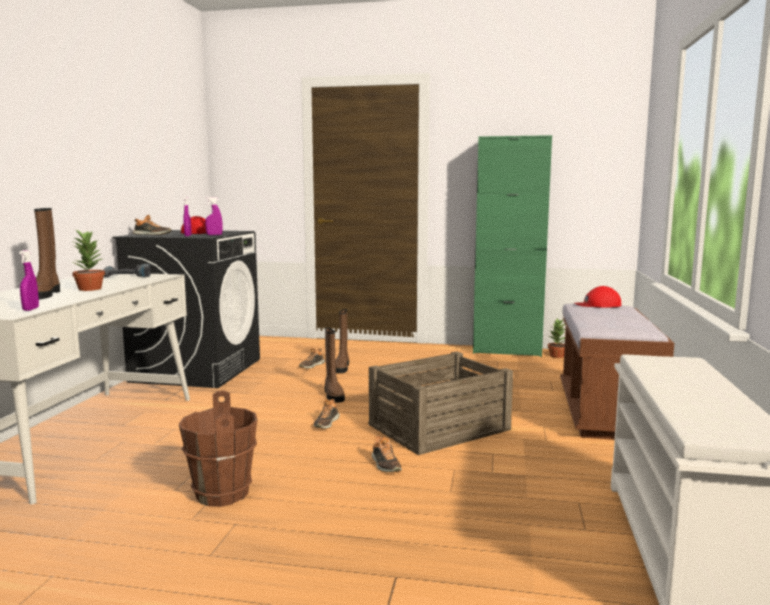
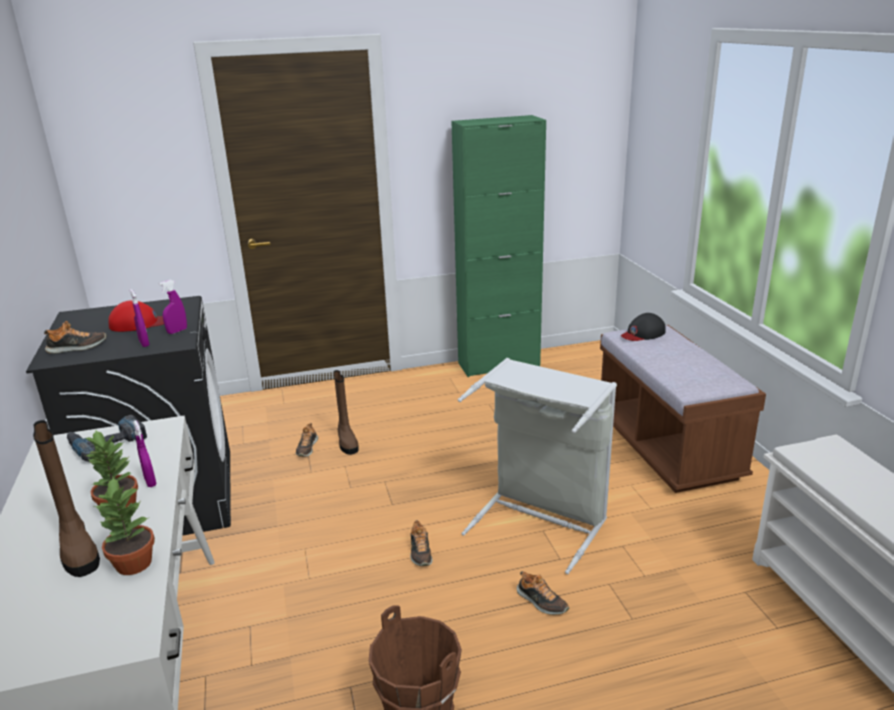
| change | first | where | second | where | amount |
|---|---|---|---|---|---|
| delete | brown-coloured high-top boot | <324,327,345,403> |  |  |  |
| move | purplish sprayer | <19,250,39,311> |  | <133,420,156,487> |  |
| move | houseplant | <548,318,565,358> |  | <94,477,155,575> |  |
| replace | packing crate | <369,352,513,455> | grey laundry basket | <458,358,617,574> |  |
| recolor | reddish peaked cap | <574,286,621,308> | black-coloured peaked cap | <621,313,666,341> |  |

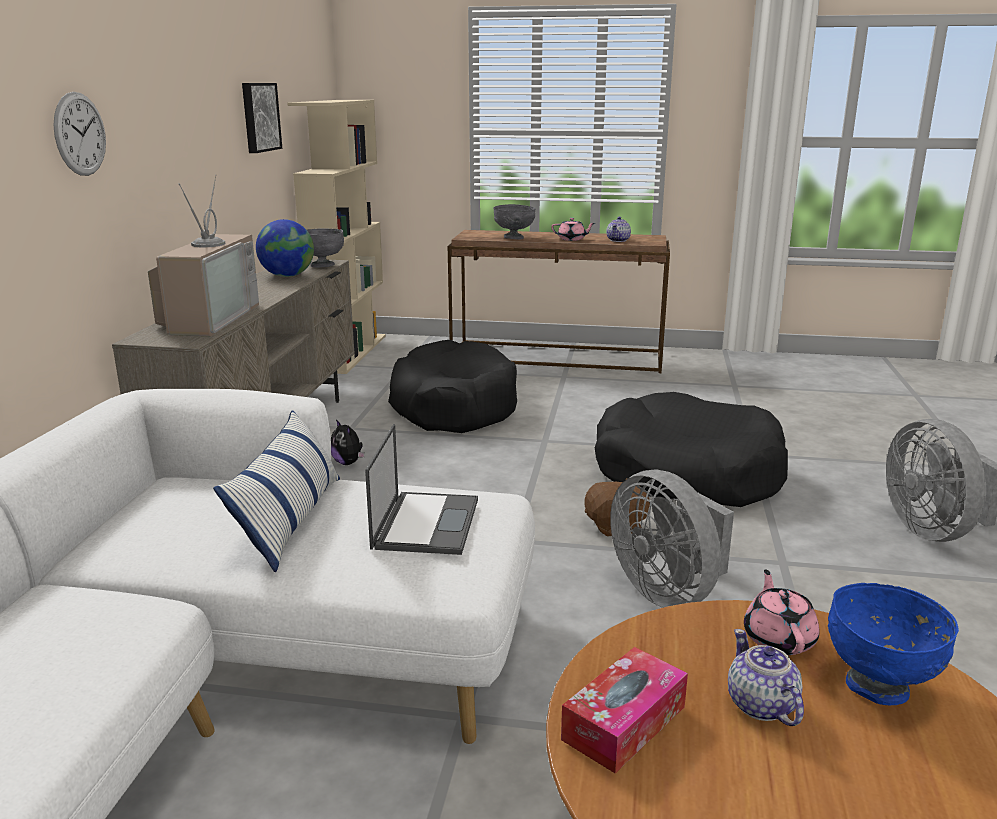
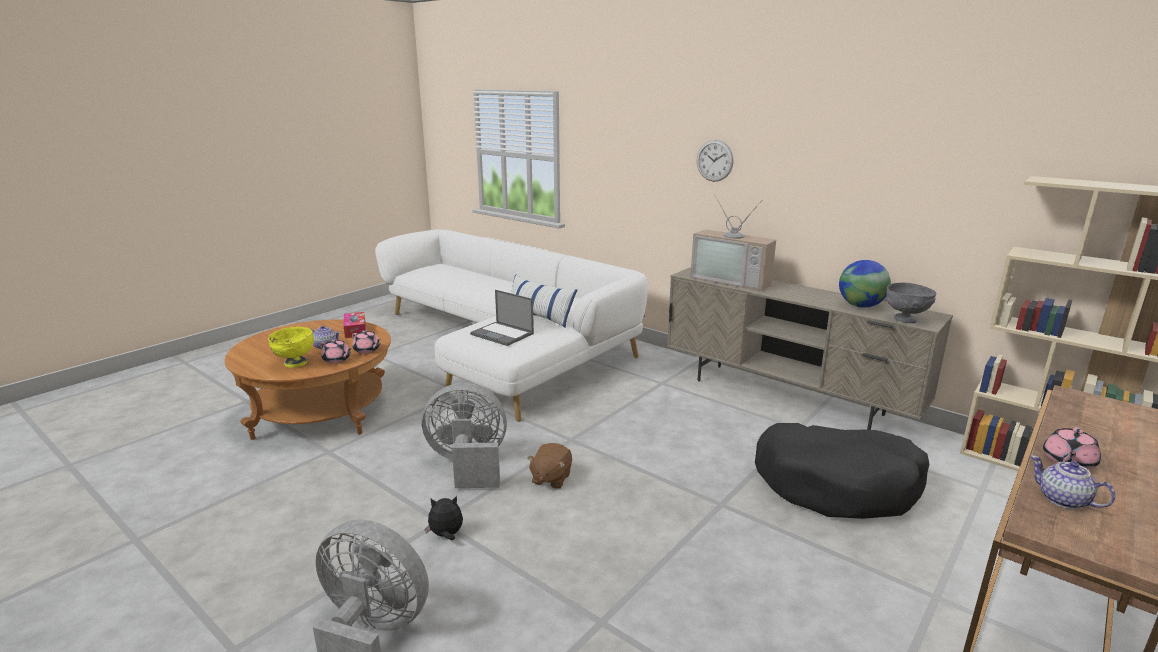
| change | first | where | second | where | amount |
|---|---|---|---|---|---|
| delete | wall picture | <242,83,282,153> |  |  |  |
| delete | grey deep dish | <493,204,536,239> |  |  |  |
| delete | black-coloured dog bed | <595,392,788,507> |  |  |  |
| insert |  |  | pinkish teapot | <352,330,381,354> |  |
| move | plush toy | <331,419,365,465> |  | <425,496,463,540> |  |
| recolor | bluish deep dish | <828,583,959,705> | yellow-coloured deep dish | <268,327,314,368> |  |

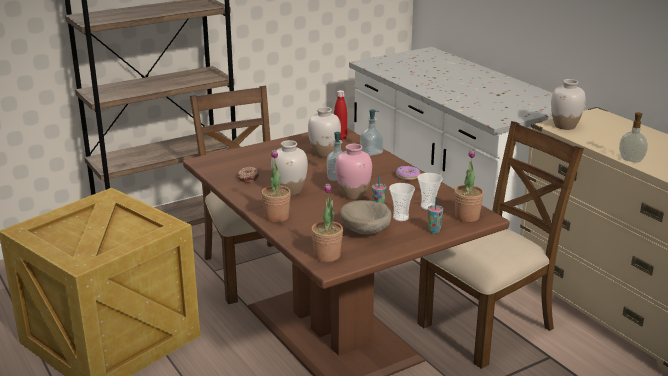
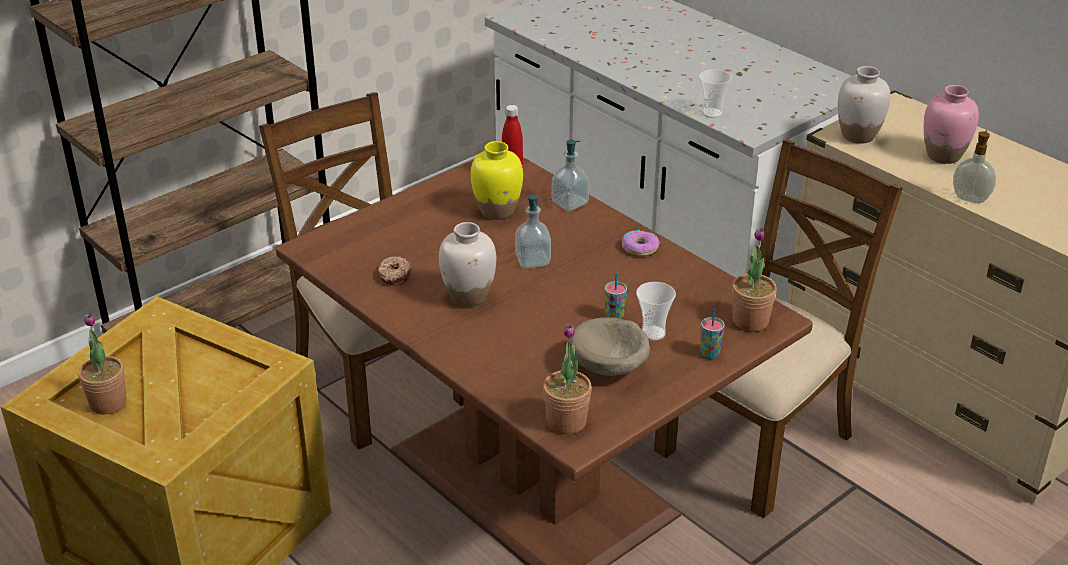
| change | first | where | second | where | amount |
|---|---|---|---|---|---|
| move | houseplant | <261,150,291,223> |  | <78,313,127,415> |  |
| move | pinkish decorative vase | <335,144,372,200> |  | <924,85,979,164> |  |
| move | drinking cup | <417,173,443,210> |  | <699,69,732,118> |  |
| recolor | white decorative vase | <308,107,341,157> | yellow-coloured decorative vase | <471,141,523,220> |  |

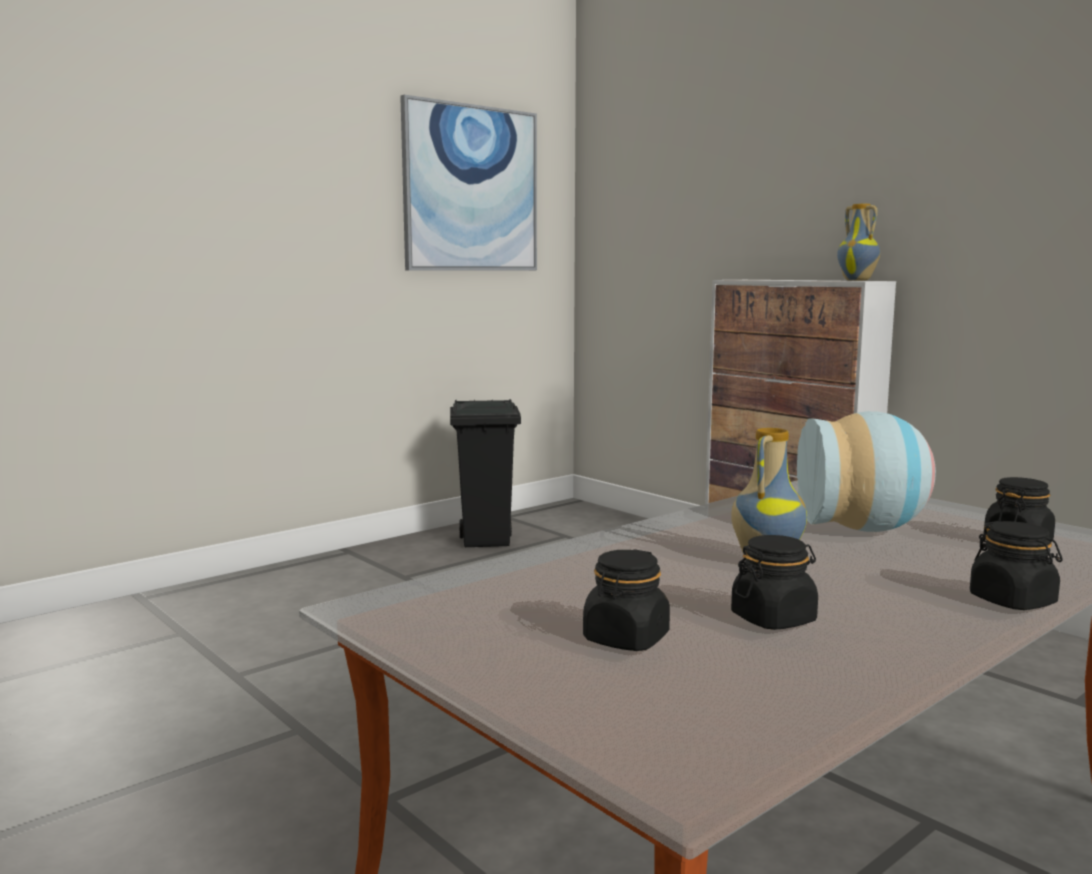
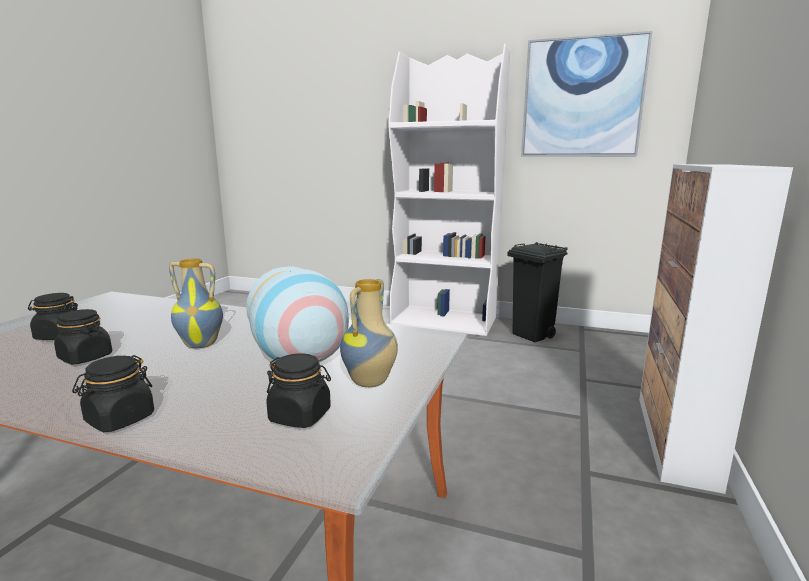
| change | first | where | second | where | amount |
|---|---|---|---|---|---|
| insert |  |  | white bookcase | <389,44,510,336> |  |
| move | decorative vase | <837,204,880,281> |  | <340,279,398,387> |  |

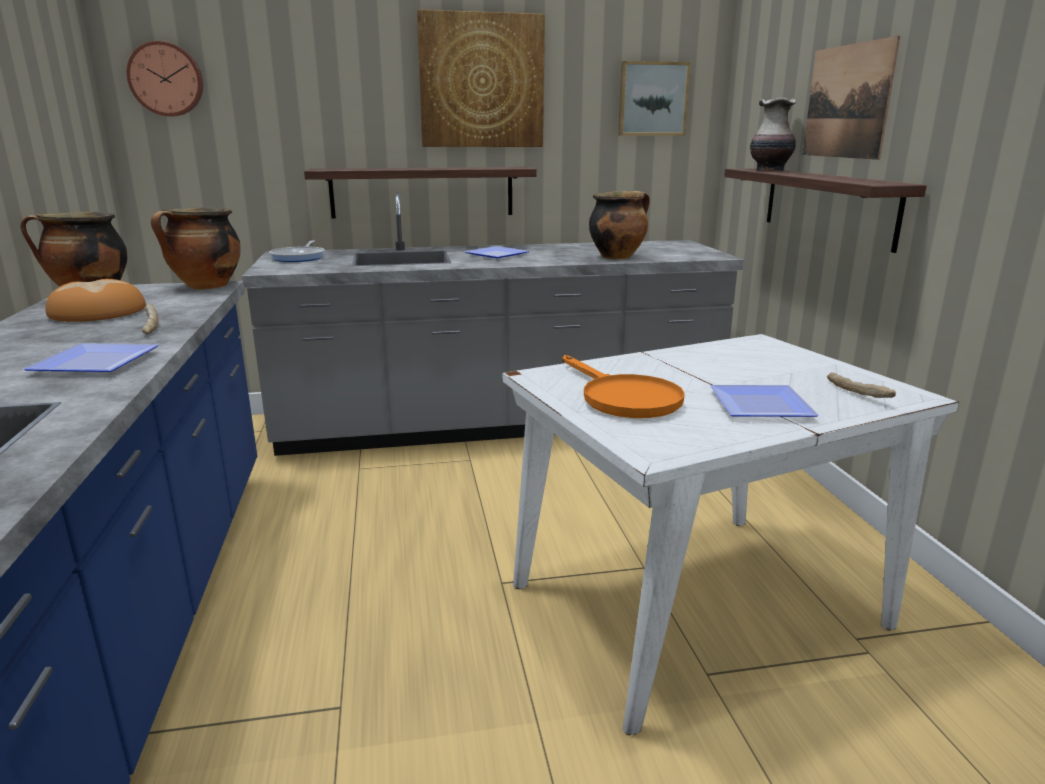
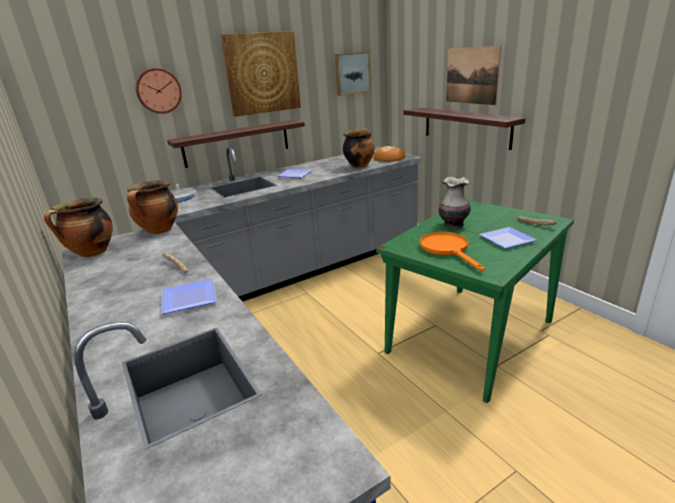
| change | first | where | second | where | amount |
|---|---|---|---|---|---|
| move | baked bread | <46,279,146,322> |  | <374,146,405,162> |  |
| move | wall clock | <126,41,203,116> |  | <136,68,182,114> |  |
| move | decorative vase | <750,98,796,171> |  | <439,177,471,228> |  |
| recolor | white kitchen table | <503,334,959,735> | green kitchen table | <376,200,574,403> |  |
| rotate | orange-coloured skillet | <562,355,685,418> |  | <420,232,485,271> | 150 degrees counterclockwise |

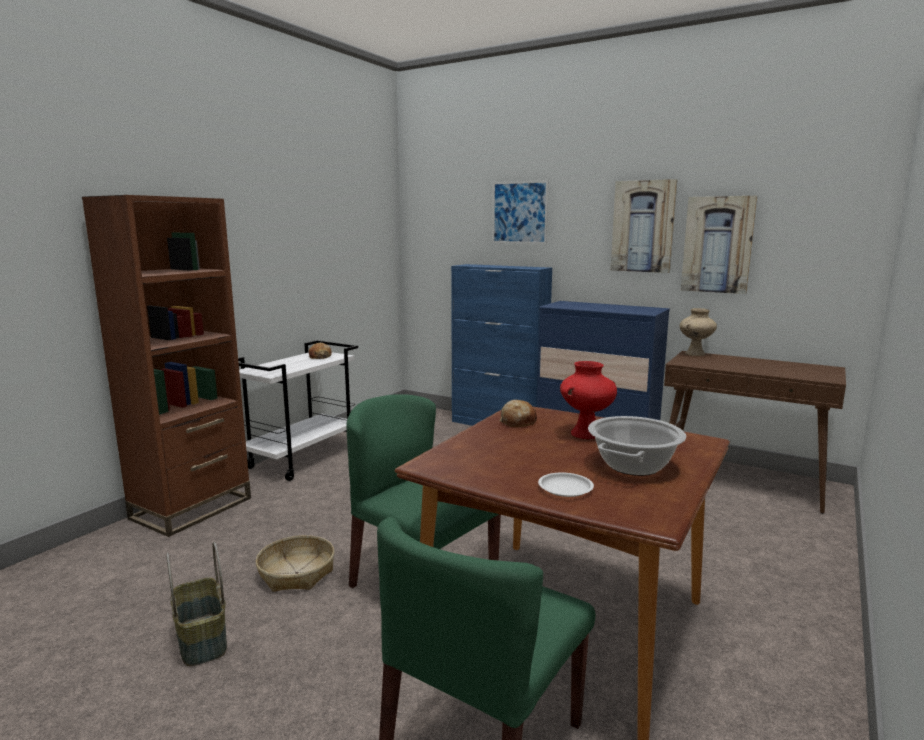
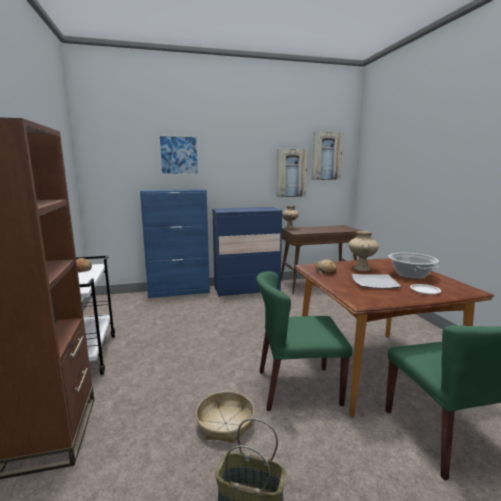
| change | first | where | second | where | amount |
|---|---|---|---|---|---|
| insert |  |  | dinner plate | <352,274,401,289> |  |
| move | wall picture | <610,179,677,273> |  | <312,132,343,180> |  |
| recolor | reddish decorative vase | <560,361,617,439> | beige decorative vase | <348,231,379,271> |  |

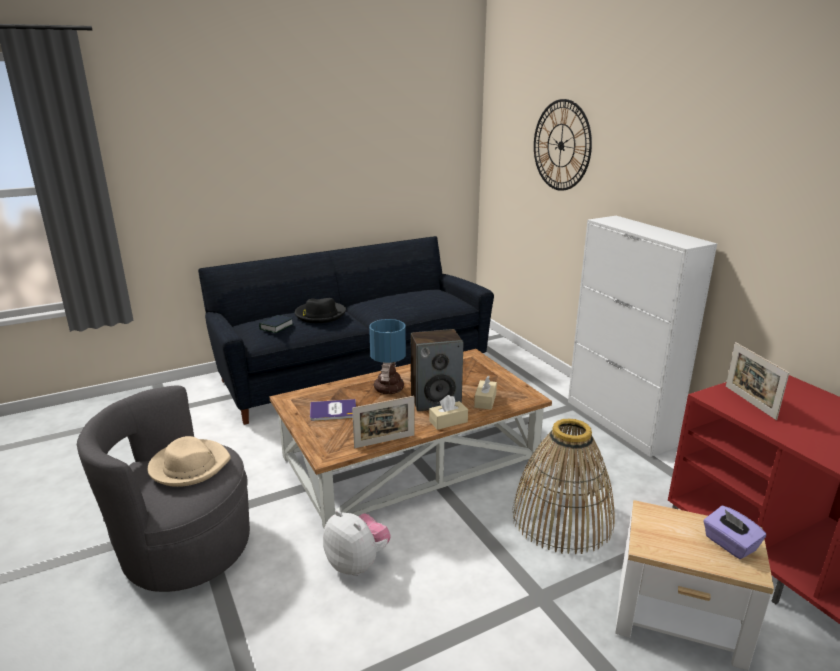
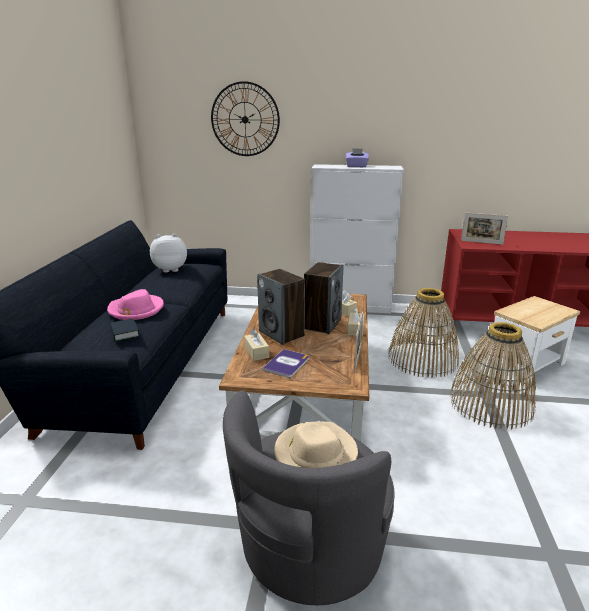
| change | first | where | second | where | amount |
|---|---|---|---|---|---|
| insert |  |  | beige tissue box | <244,329,269,361> |  |
| insert |  |  | household basket | <450,322,536,429> |  |
| move | plush toy | <323,510,391,576> |  | <150,234,187,273> |  |
| move | purplish tissue box | <703,506,766,560> |  | <346,148,369,167> |  |
| replace | lamp for a table | <369,319,406,394> | loudspeaker | <257,269,305,345> |  |
| recolor | black-coloured wearable hat | <295,298,346,323> | pinkish wearable hat | <107,289,164,320> |  |

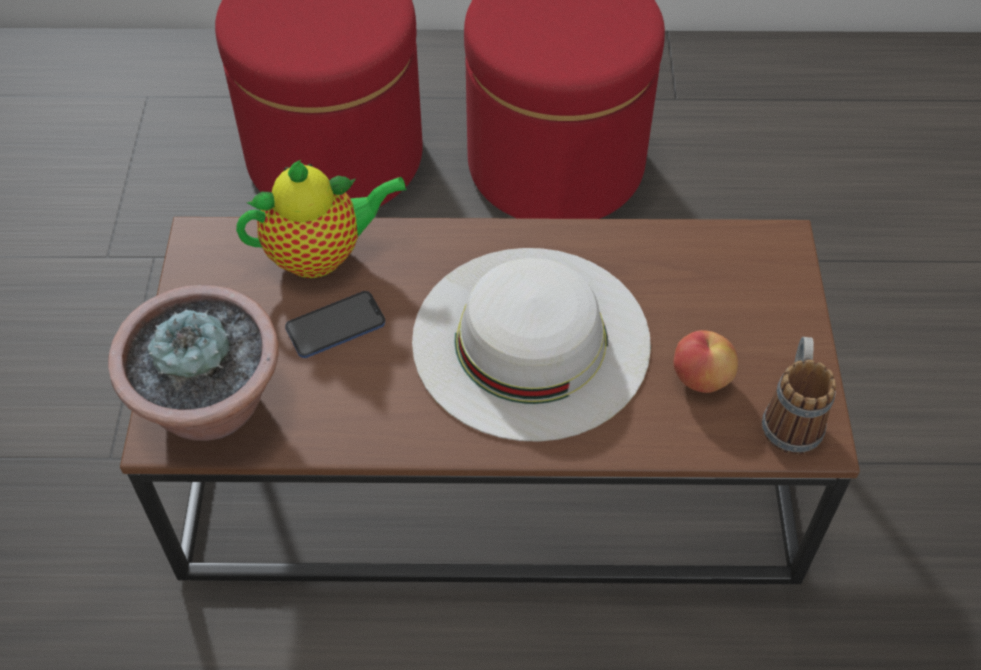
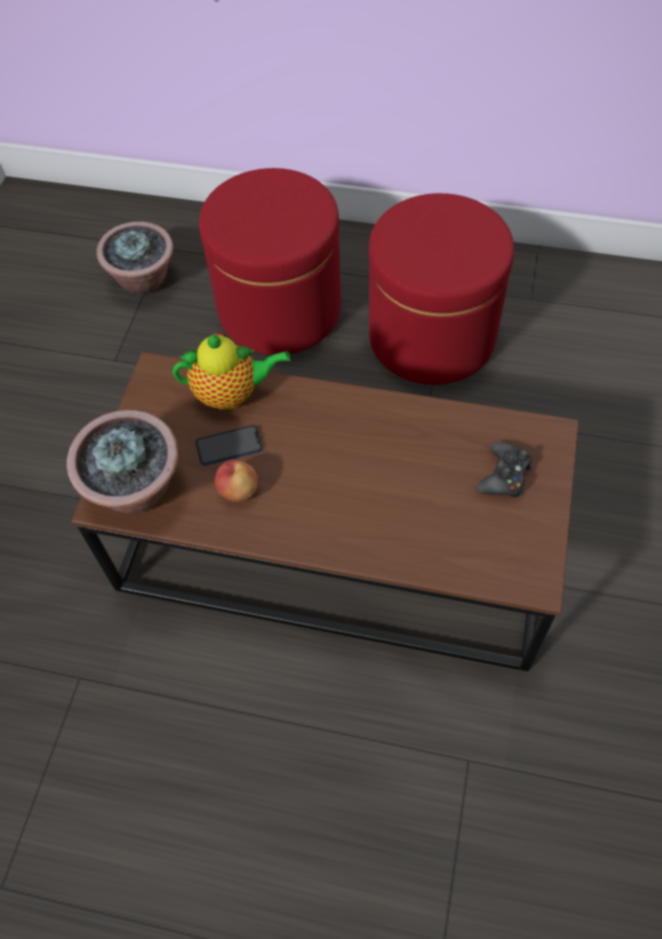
| change | first | where | second | where | amount |
|---|---|---|---|---|---|
| delete | white wearable hat | <412,248,651,442> |  |  |  |
| delete | tea mug | <762,337,836,454> |  |  |  |
| insert |  |  | houseplant | <96,221,173,295> |  |
| insert |  |  | black-coloured joypad | <477,442,532,497> |  |
| move | apple fruit | <673,330,738,393> |  | <215,459,258,502> |  |

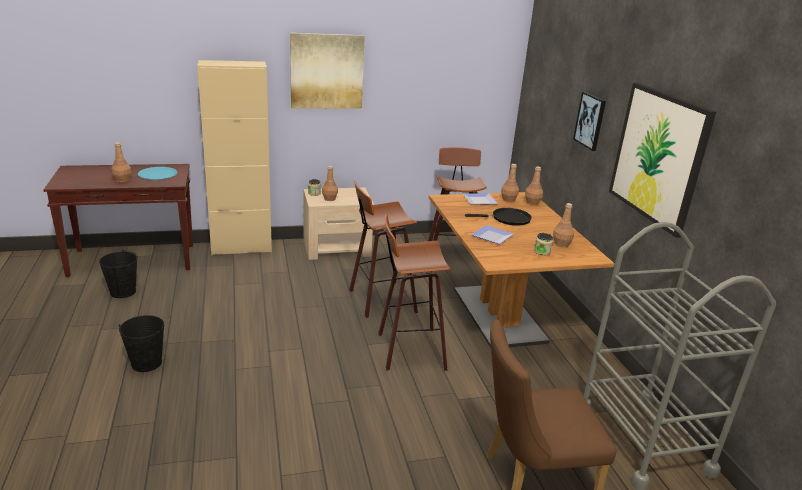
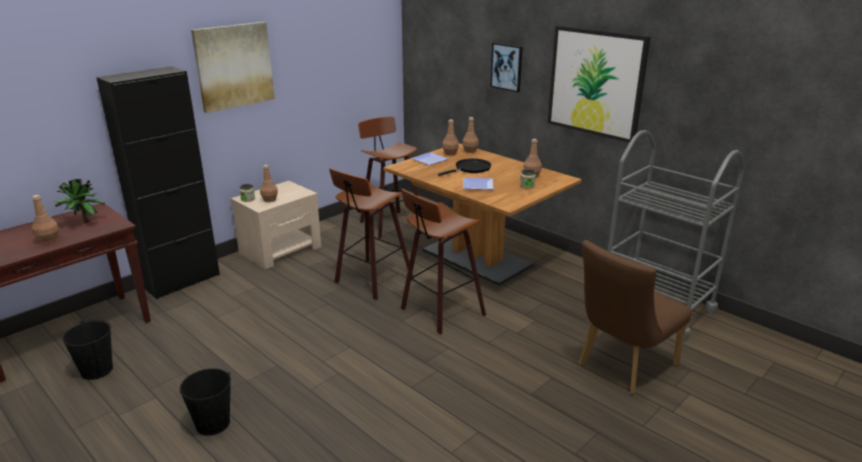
| change | first | where | second | where | amount |
|---|---|---|---|---|---|
| replace | bluish dinner plate | <138,167,177,180> | houseplant | <54,179,105,223> |  |
| recolor | beige storage cabinet | <197,60,272,256> | black-coloured storage cabinet | <96,66,220,299> |  |

